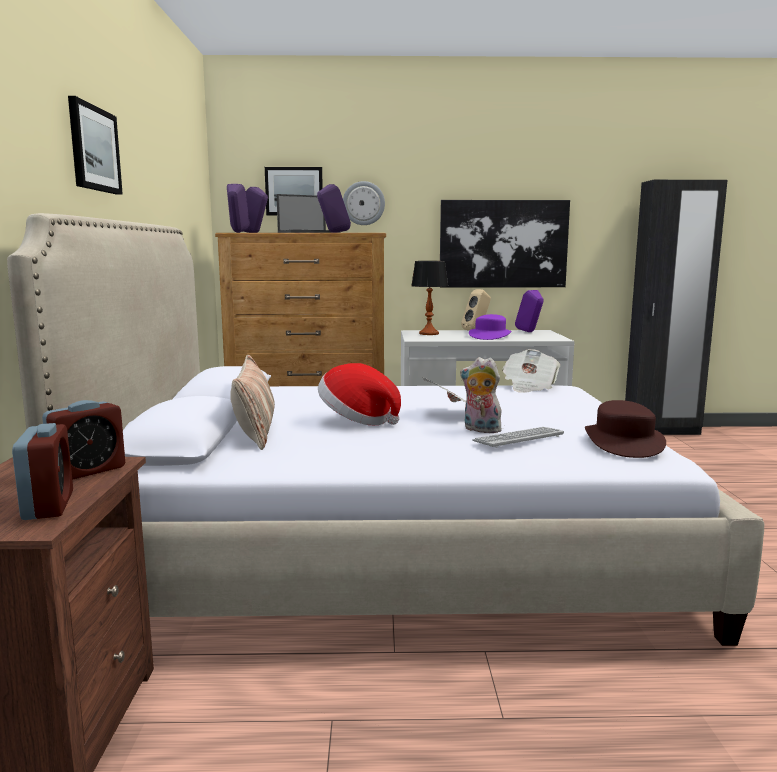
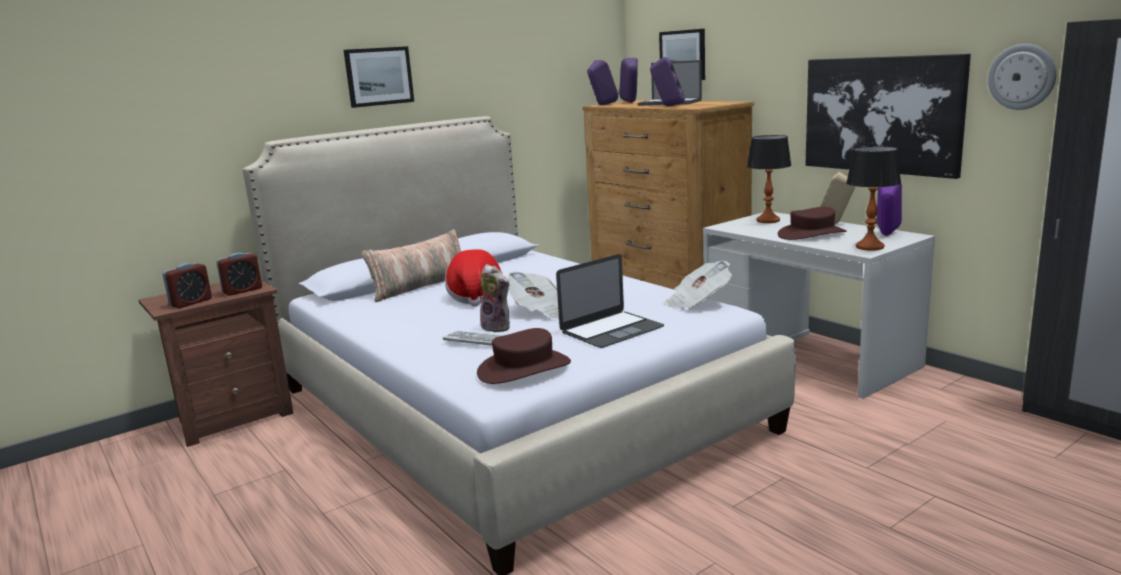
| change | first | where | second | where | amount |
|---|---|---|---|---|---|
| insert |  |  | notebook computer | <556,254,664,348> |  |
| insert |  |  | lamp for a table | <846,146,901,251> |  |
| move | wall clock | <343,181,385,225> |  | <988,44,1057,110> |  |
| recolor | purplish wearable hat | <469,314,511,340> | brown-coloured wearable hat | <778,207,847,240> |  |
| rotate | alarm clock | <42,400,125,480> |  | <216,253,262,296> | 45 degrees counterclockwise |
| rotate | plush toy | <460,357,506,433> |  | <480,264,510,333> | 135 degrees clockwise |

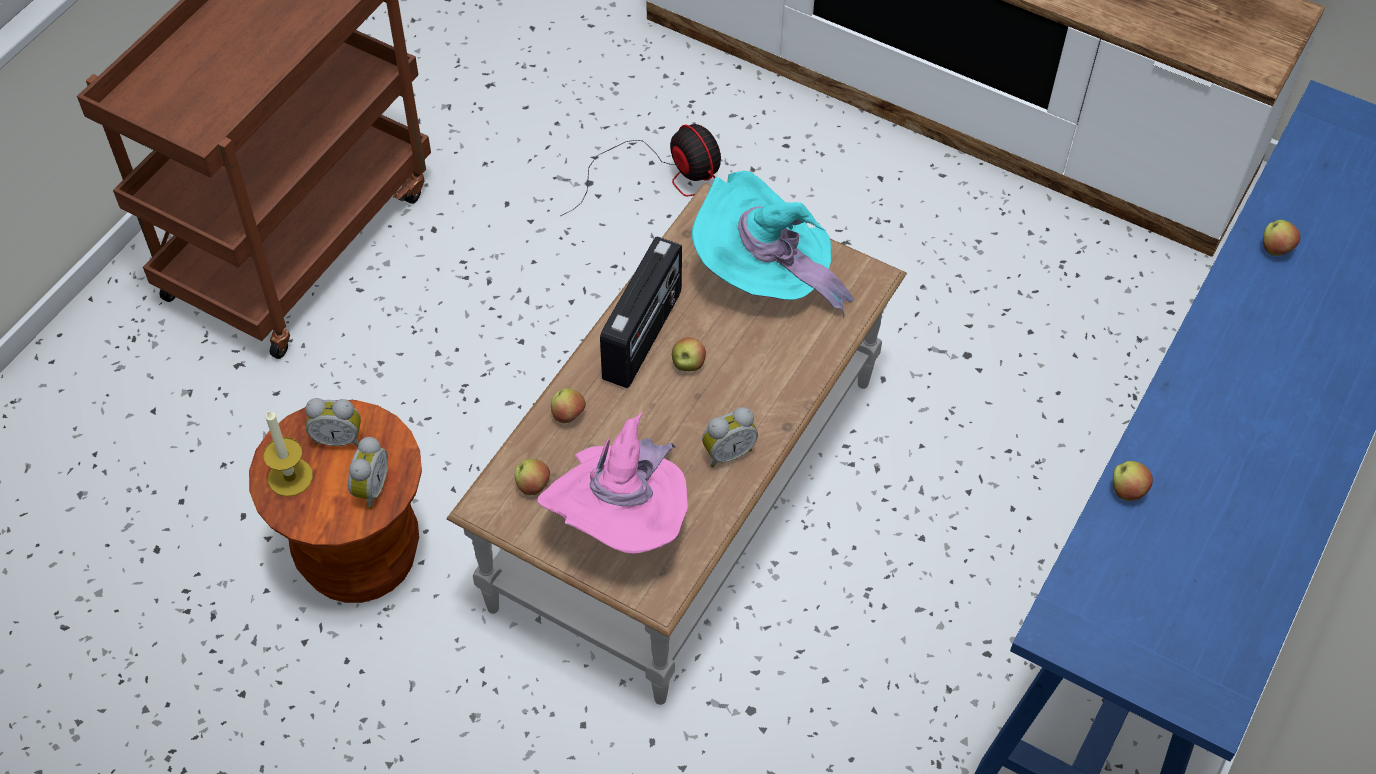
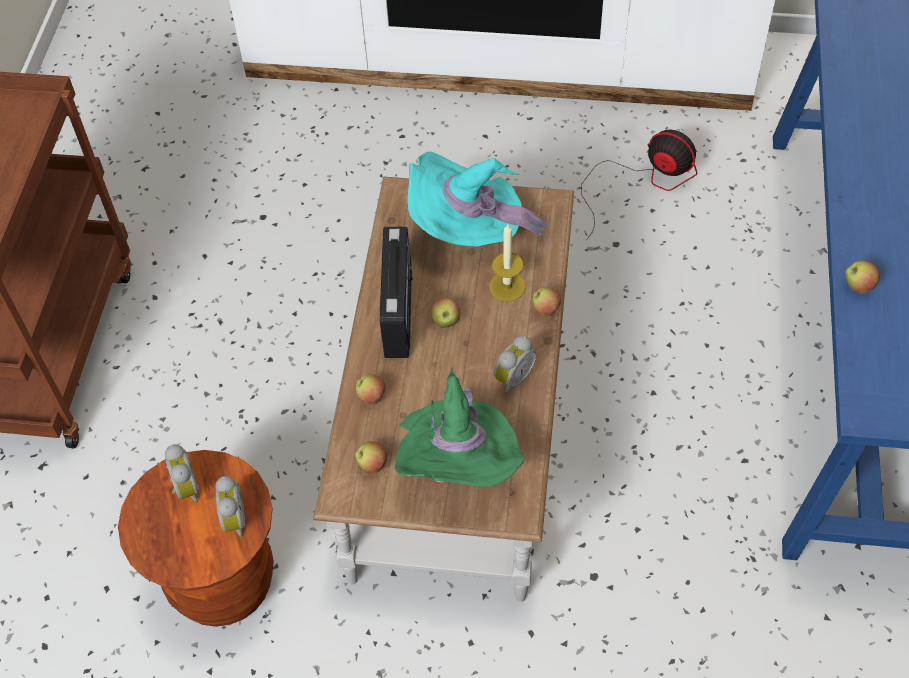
| change | first | where | second | where | amount |
|---|---|---|---|---|---|
| move | candle | <263,409,313,497> |  | <489,224,526,302> |  |
| move | electric fan | <561,124,721,216> |  | <581,129,697,240> |  |
| move | apple fruit | <1263,220,1300,256> |  | <532,287,561,317> |  |
| recolor | pinkish wearable hat | <537,412,688,554> | green wearable hat | <395,367,524,487> |  |
| rotate | alarm clock | <305,398,361,446> |  | <165,444,199,503> | 90 degrees counterclockwise |

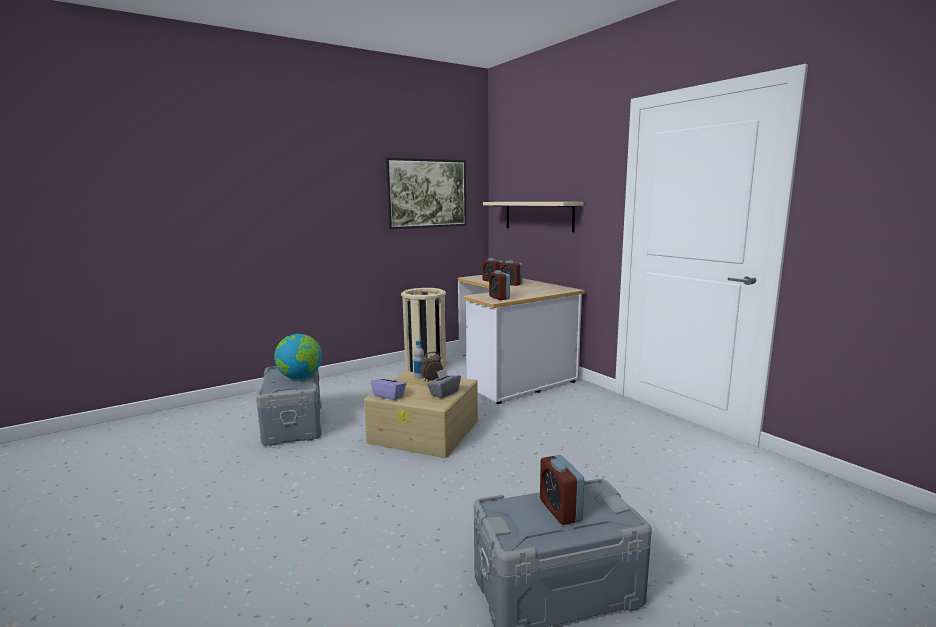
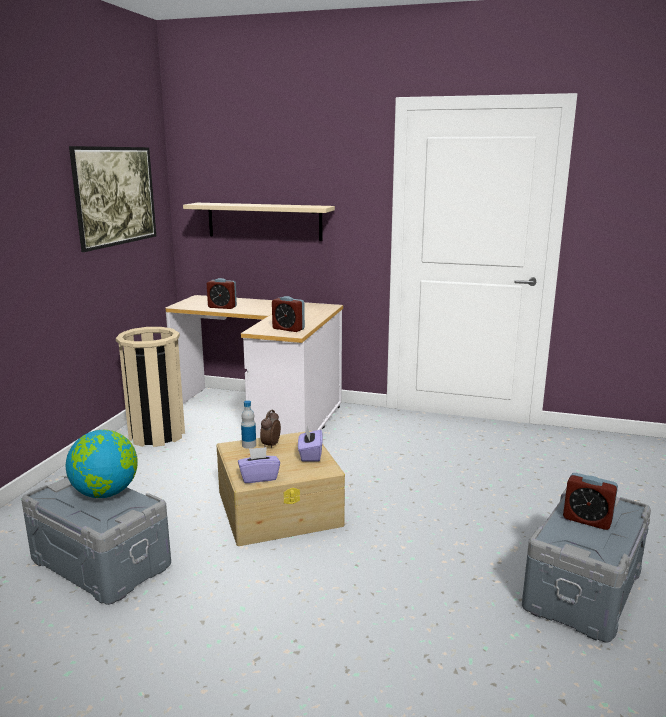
| change | first | where | second | where | amount |
|---|---|---|---|---|---|
| delete | alarm clock | <499,260,523,286> |  |  |  |
| recolor | grey tissue box | <427,368,461,398> | purplish tissue box | <298,426,323,462> |  |

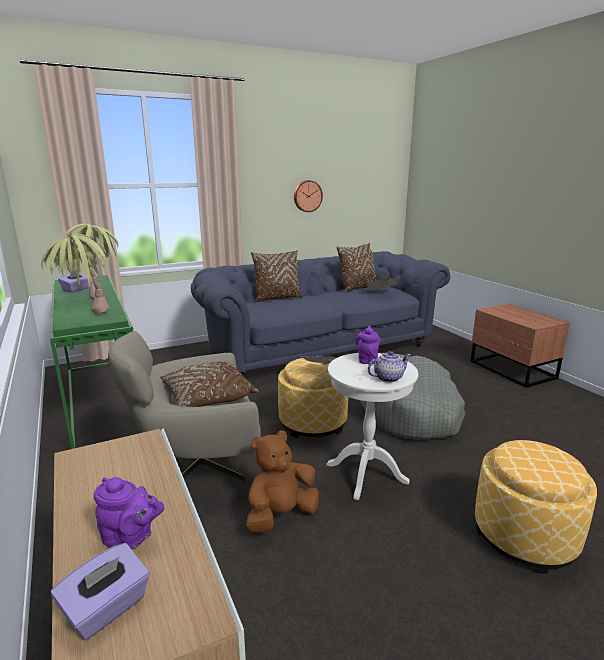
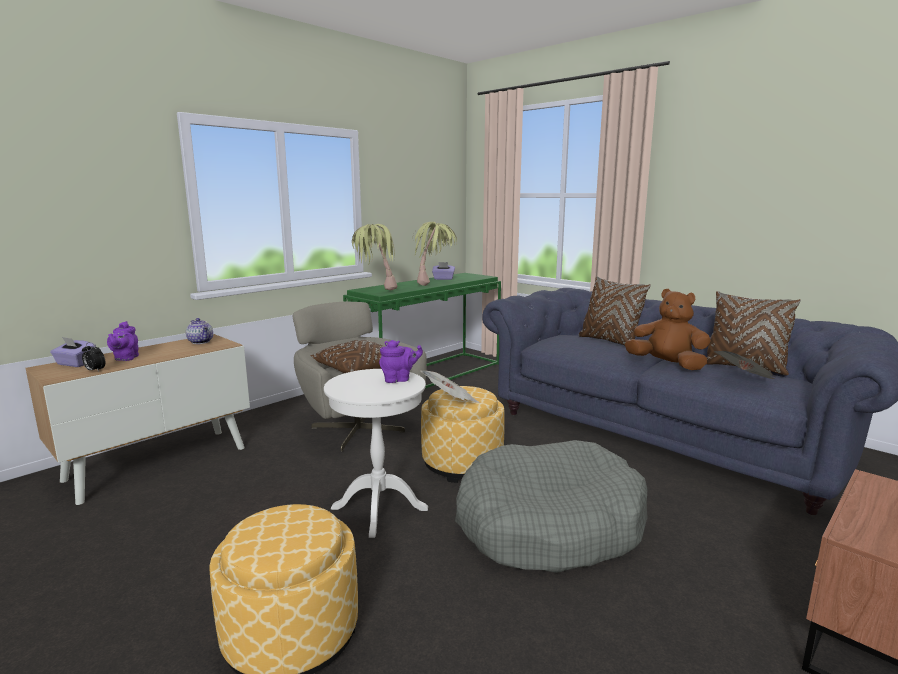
| change | first | where | second | where | amount |
|---|---|---|---|---|---|
| delete | wall clock | <294,180,323,212> |  |  |  |
| insert |  |  | alarm clock | <82,343,105,372> |  |
| move | brown-coloured plush toy | <246,430,319,533> |  | <625,289,711,370> |  |
| move | teapot | <368,351,411,383> |  | <186,318,213,344> |  |

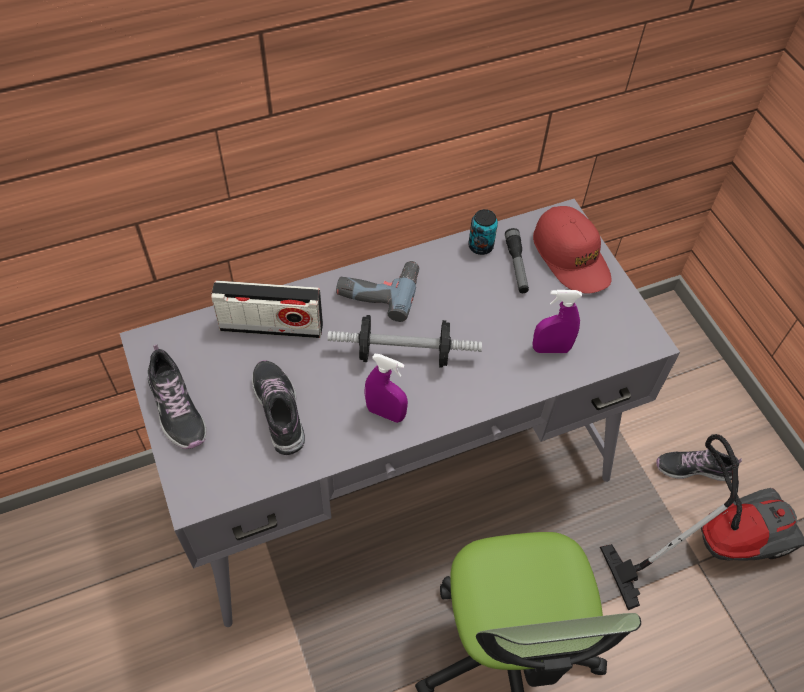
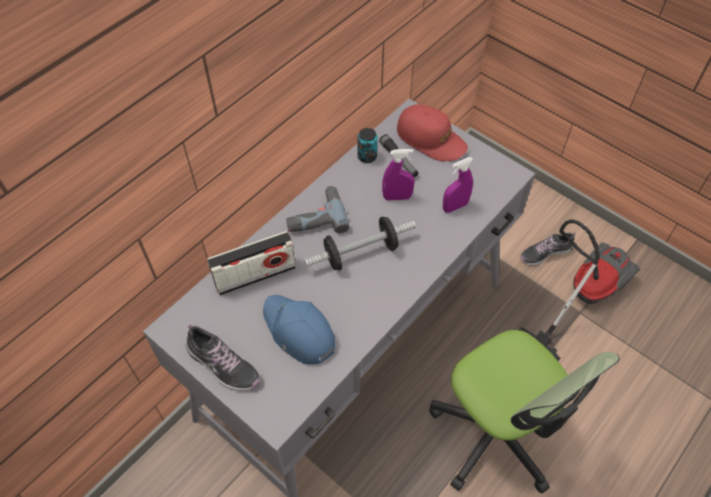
| change | first | where | second | where | amount |
|---|---|---|---|---|---|
| move | purplish sprayer | <365,354,408,423> |  | <382,149,415,200> |  |
| replace | low shoe | <252,360,305,455> | bluish peaked cap | <263,295,336,365> |  |

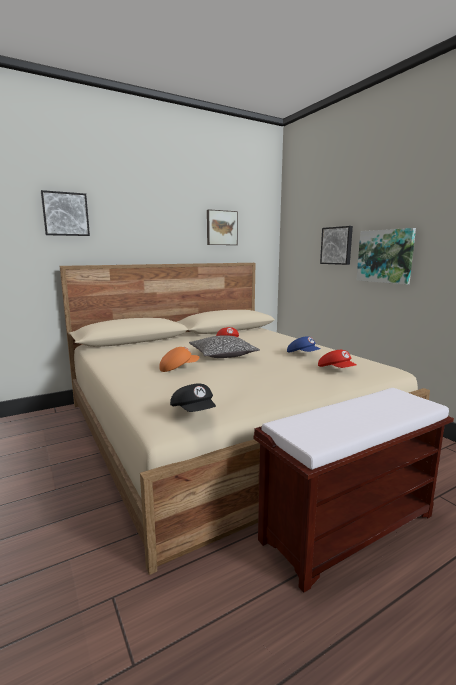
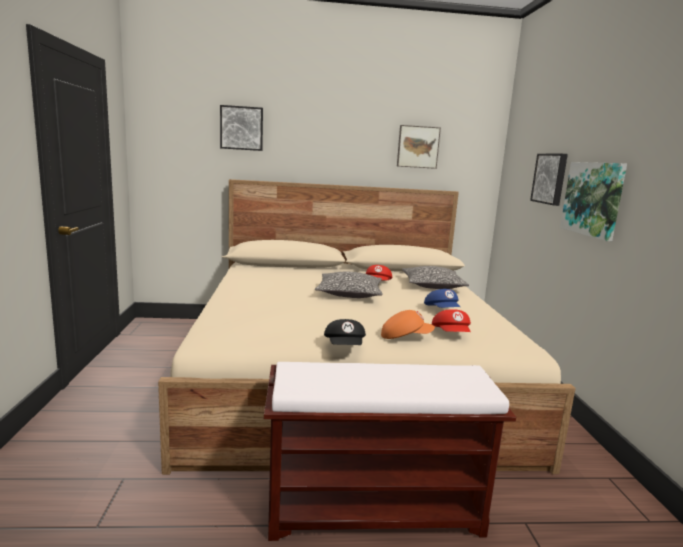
| change | first | where | second | where | amount |
|---|---|---|---|---|---|
| insert |  |  | cushion | <402,266,469,289> |  |
| move | orange-coloured peaked cap | <159,347,199,372> |  | <381,310,435,339> |  |
| move | black-coloured peaked cap | <170,383,216,412> |  | <324,319,366,345> |  |

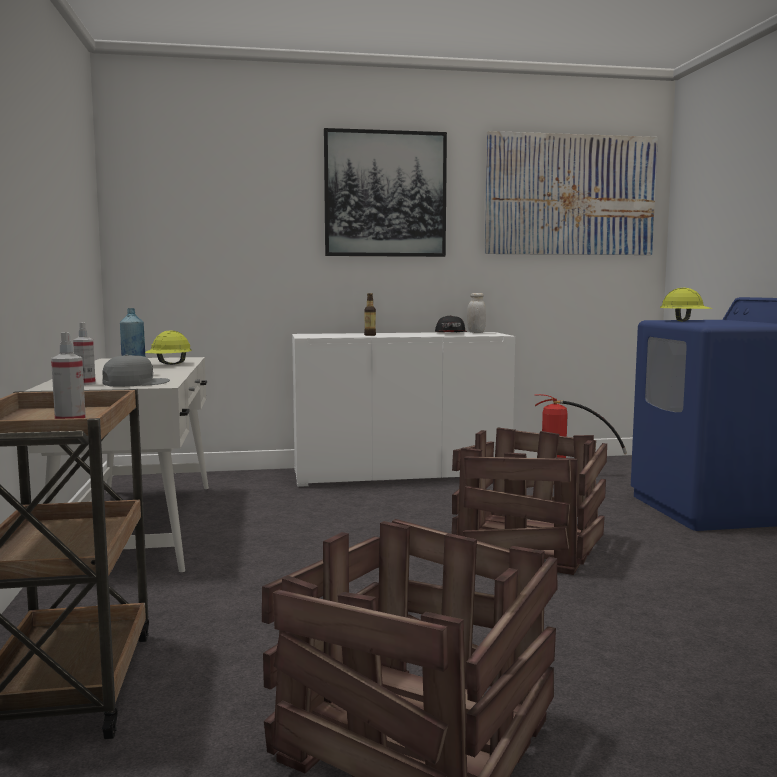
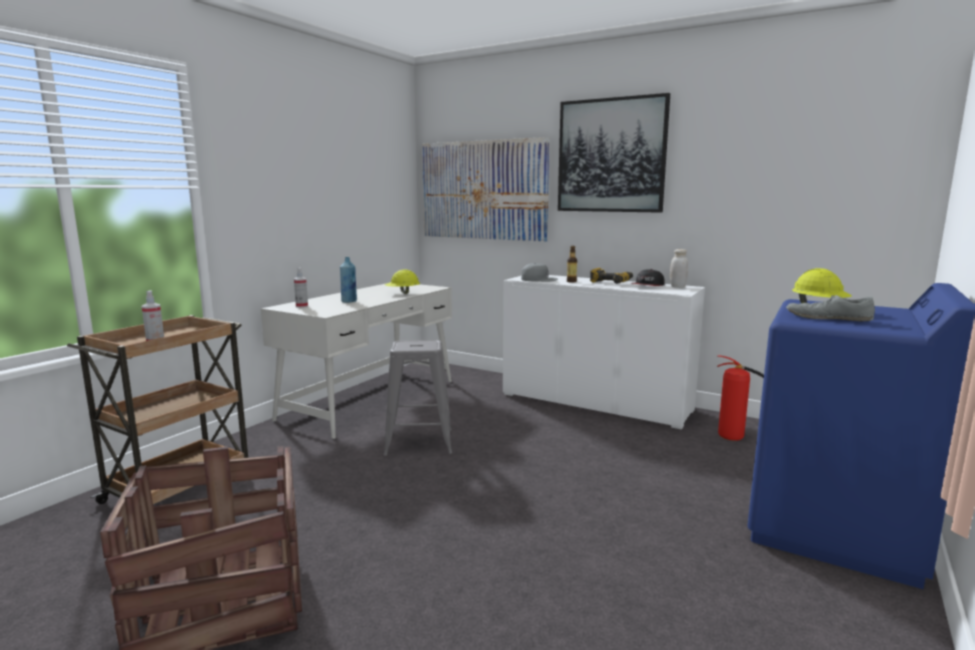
| change | first | where | second | where | amount |
|---|---|---|---|---|---|
| delete | packing crate | <451,428,607,575> |  |  |  |
| insert |  |  | grey sitting stool | <384,340,452,456> |  |
| insert |  |  | drill | <590,268,633,284> |  |
| insert |  |  | grey low shoe | <786,295,875,321> |  |
| move | grey peaked cap | <102,355,170,387> |  | <521,263,558,282> |  |
| move | wall picture | <485,131,658,255> |  | <422,137,550,242> |  |

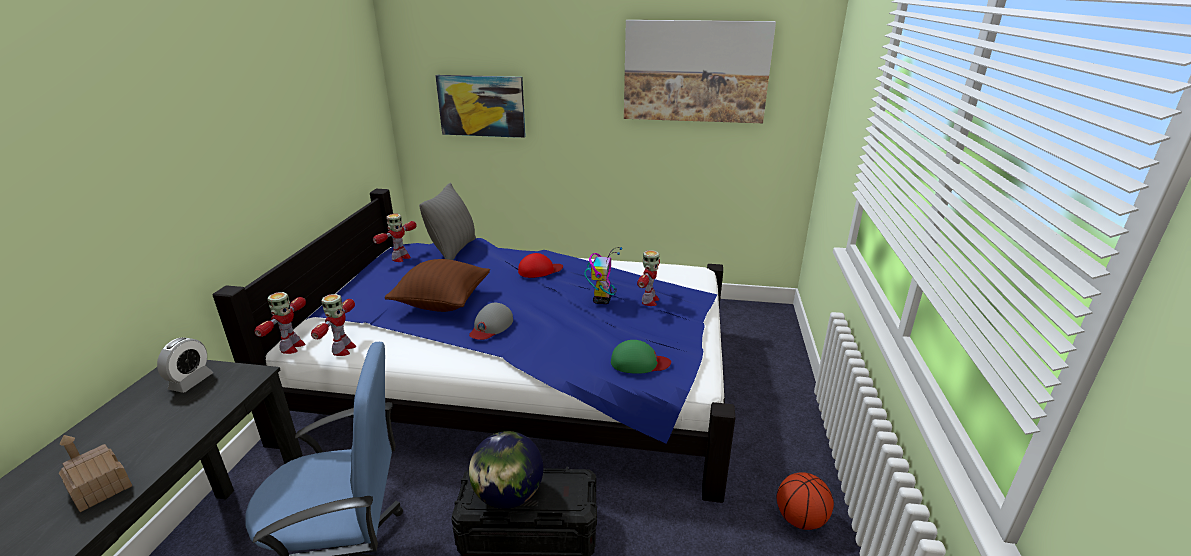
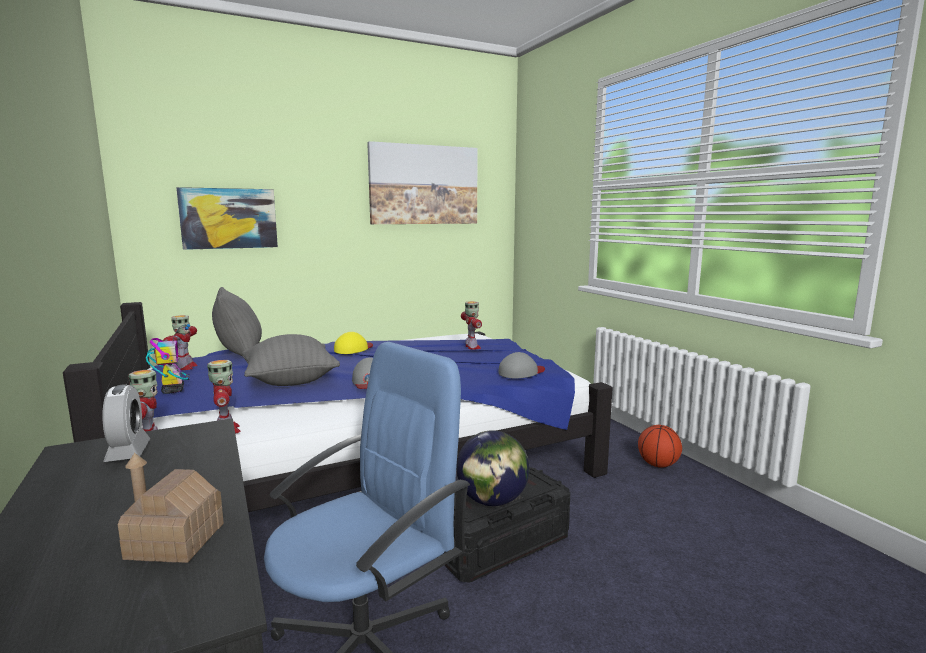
| change | first | where | second | where | amount |
|---|---|---|---|---|---|
| move | model robot | <584,247,622,304> |  | <146,324,190,394> |  |
| recolor | brown-coloured cushion | <385,259,490,312> | grey cushion | <242,334,340,386> |  |
| recolor | reddish peaked cap | <518,253,563,278> | yellow-coloured peaked cap | <334,332,373,354> |  |
| recolor | green peaked cap | <611,340,671,374> | grey peaked cap | <498,352,545,379> |  |

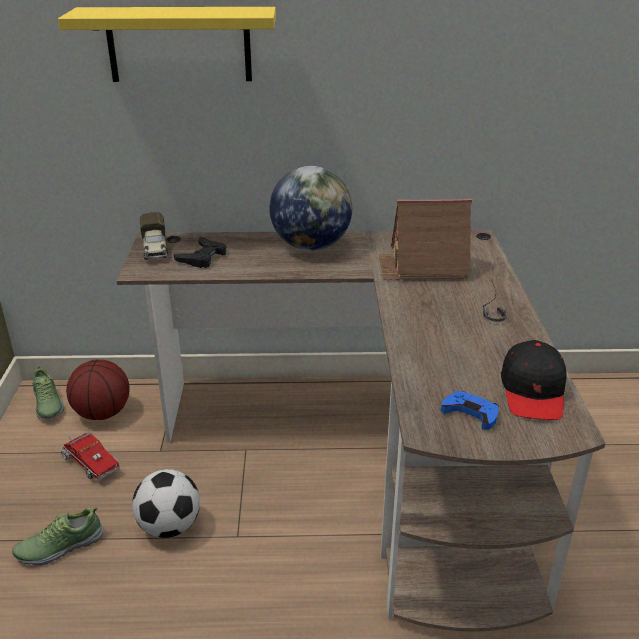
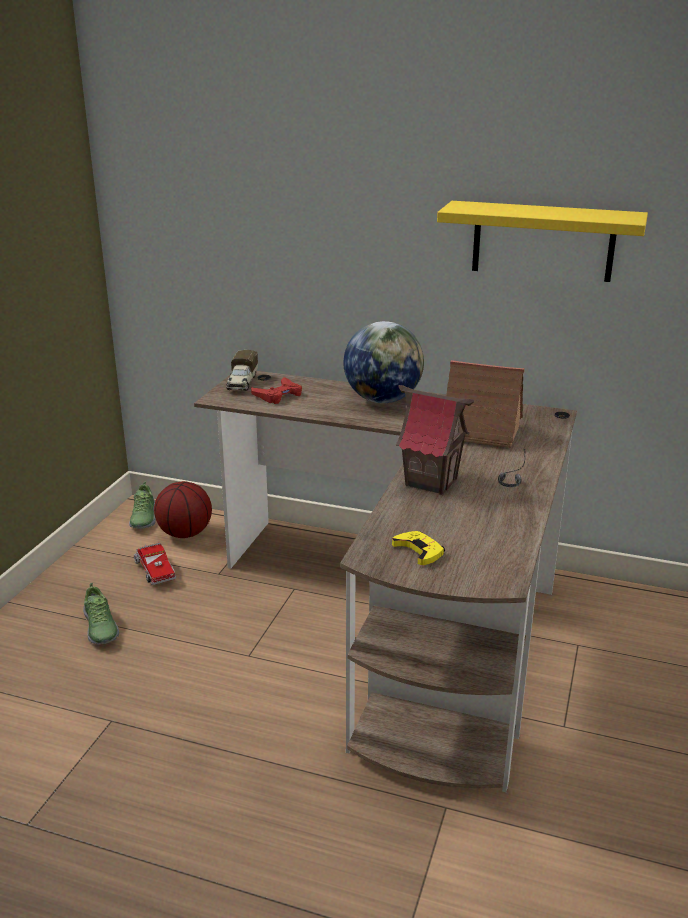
| change | first | where | second | where | amount |
|---|---|---|---|---|---|
| delete | football ball | <132,469,200,538> |  |  |  |
| delete | black-coloured peaked cap | <501,340,567,420> |  |  |  |
| insert |  |  | toy house | <396,385,474,495> |  |
| move | yellow-coloured bracket shelf | <58,7,276,82> |  | <437,201,648,282> |  |
| recolor | black-coloured joypad | <174,237,226,268> | reddish joypad | <251,377,302,404> |  |
| recolor | bluish joypad | <441,391,499,430> | yellow-coloured joypad | <392,531,445,565> |  |
| rotate | low shoe | <12,507,103,566> |  | <83,583,119,645> | 105 degrees counterclockwise |

